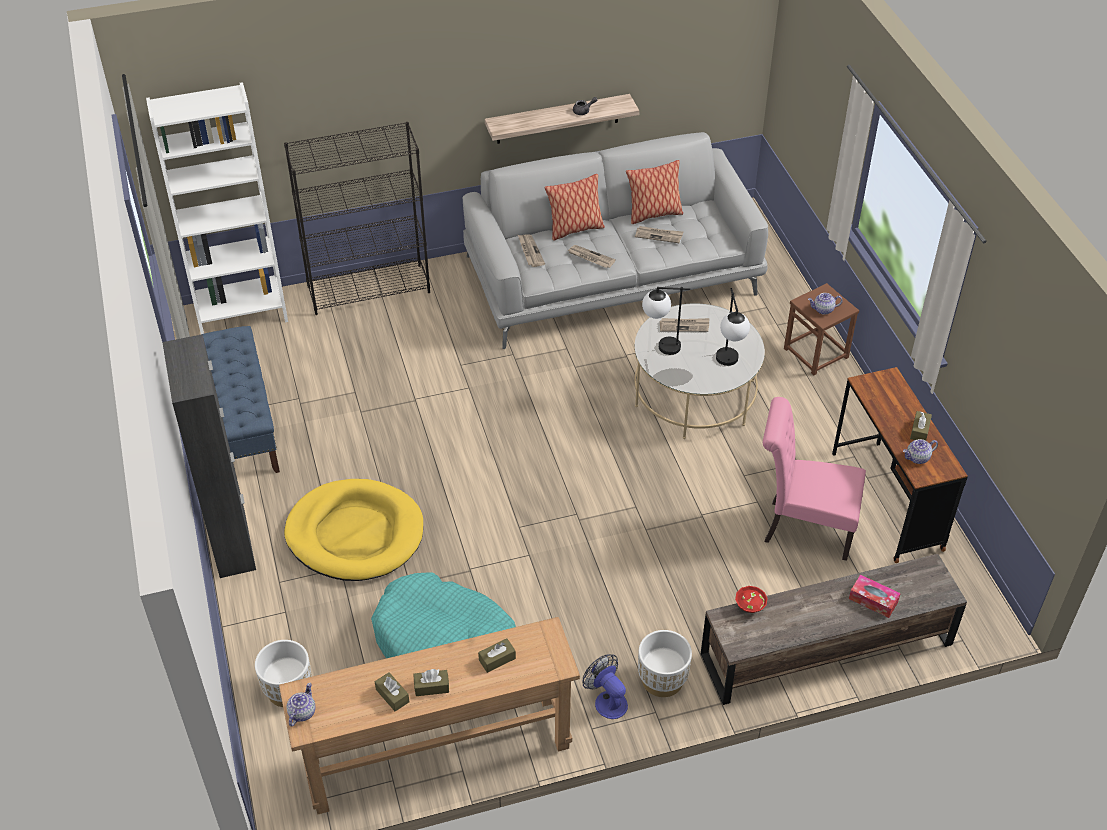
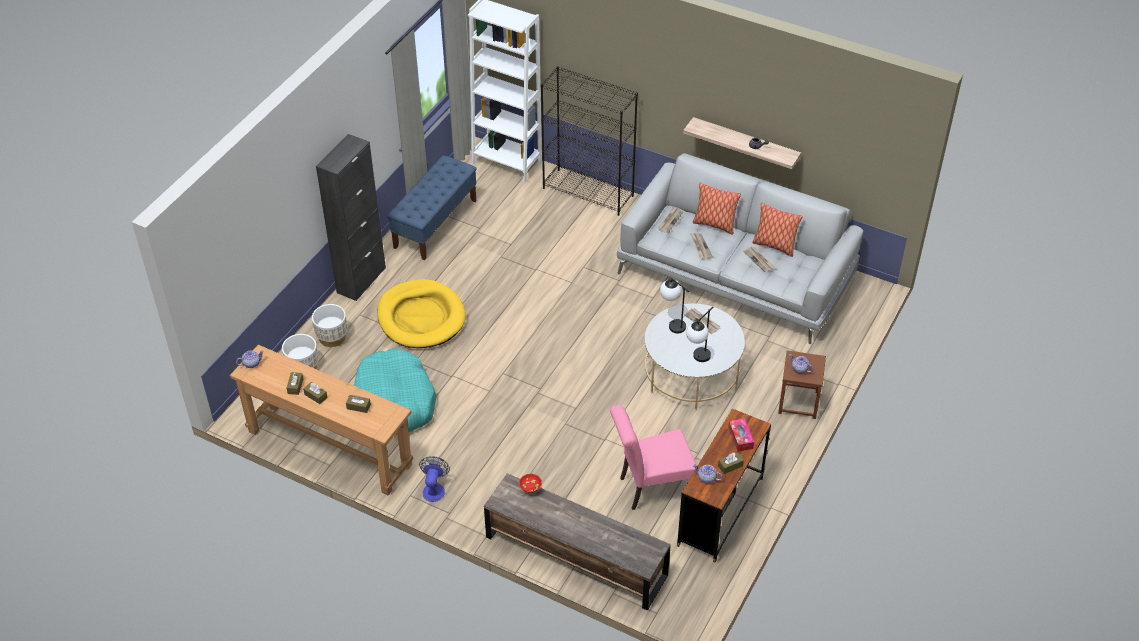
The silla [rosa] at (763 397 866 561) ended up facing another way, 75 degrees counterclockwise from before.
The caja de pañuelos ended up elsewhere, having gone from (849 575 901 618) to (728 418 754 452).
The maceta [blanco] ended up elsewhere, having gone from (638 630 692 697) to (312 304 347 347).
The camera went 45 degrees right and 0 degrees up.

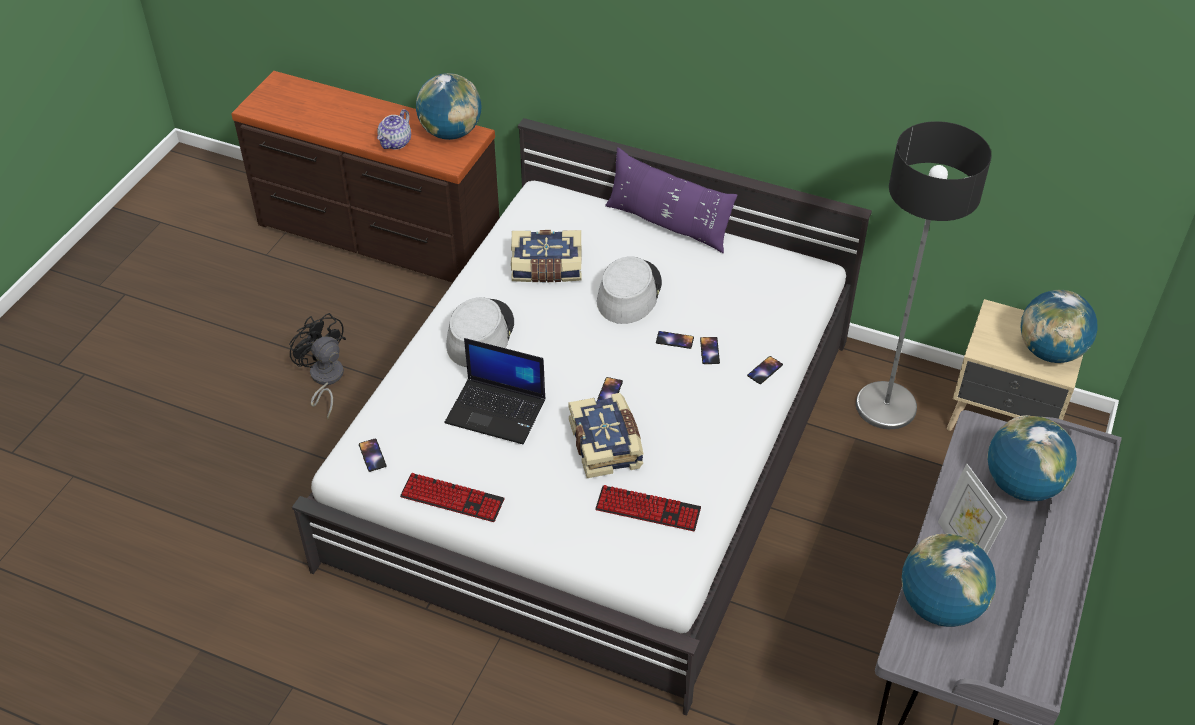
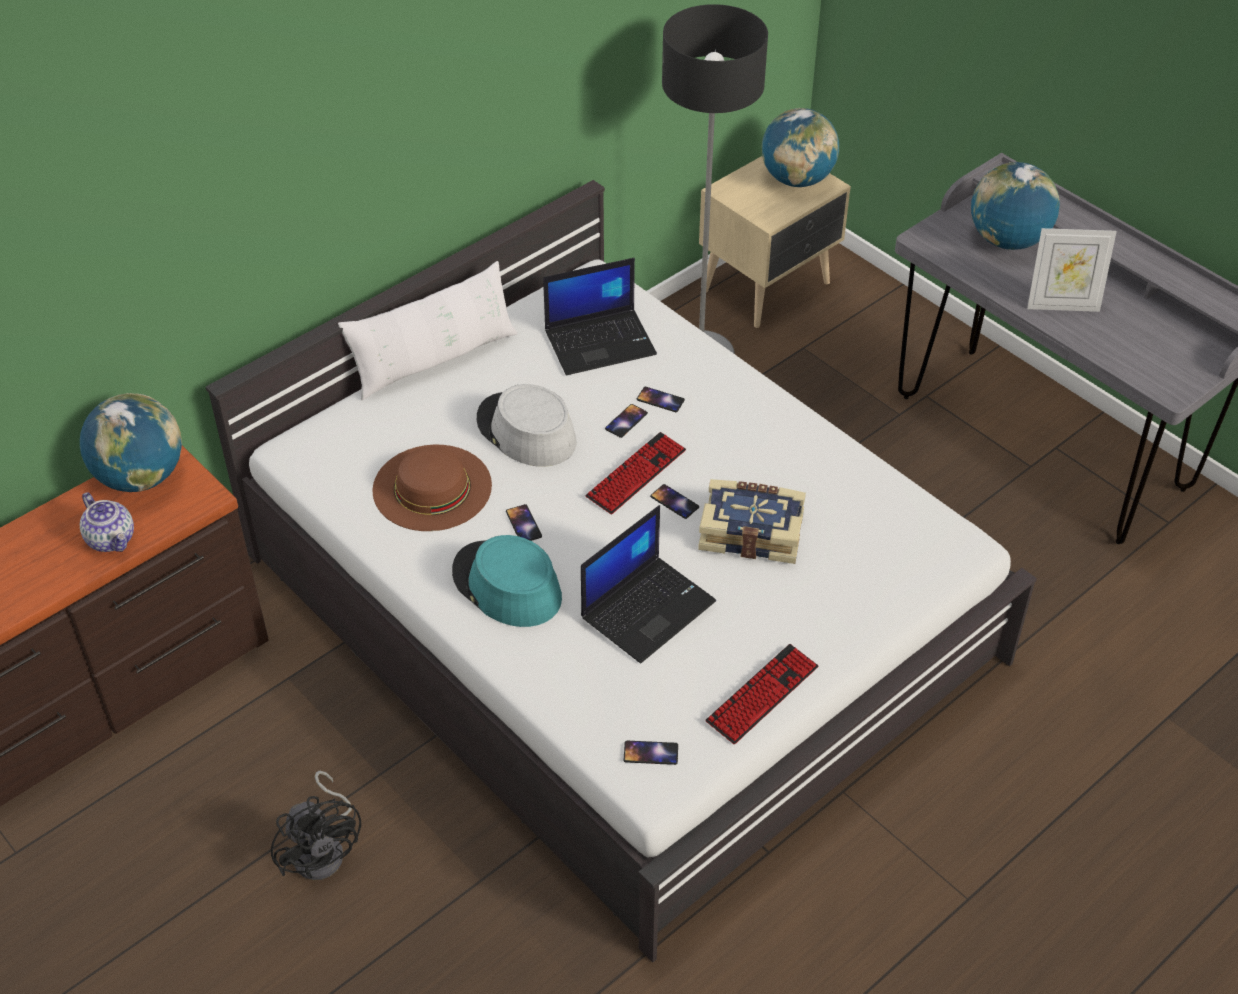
What was the cojín [morado] at (605 147 737 253) turned into the cojín [blanco] at (338 261 518 400).
Where the libro stood at (511 230 582 282), the sombrero [marrón] came to stand at (373 445 492 531).
What was the sombrero [gris] at (446 297 514 367) turned into the sombrero [turquesa] at (452 535 562 627).
The ventilador [negro] at (289 313 346 419) ended up facing another way, 105 degrees counterclockwise from before.
The móvil ended up elsewhere, having gone from (747 356 783 384) to (506 504 542 541).
The teclado ended up elsewhere, having gone from (595 485 701 531) to (586 432 686 514).
The second view lost the globo terráqueo at (901 533 996 627).
The second view gained the portátil at (543 258 657 375).
The camera went 65 degrees left and 0 degrees up.

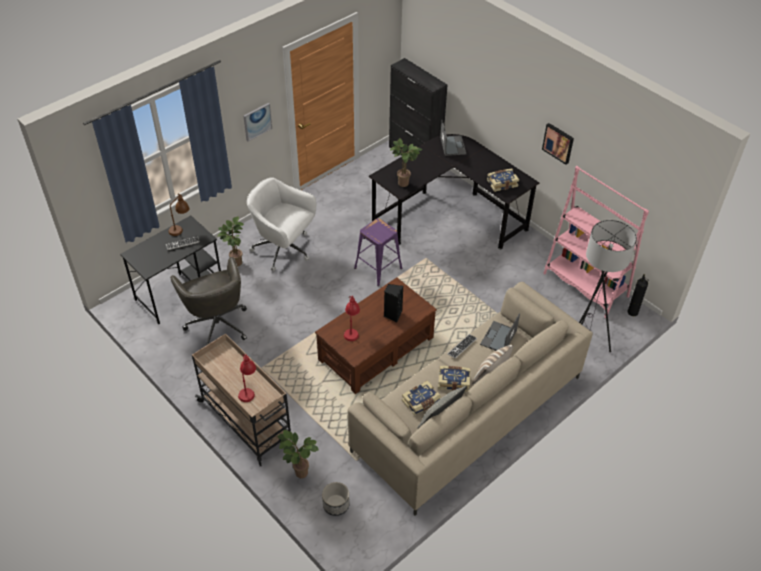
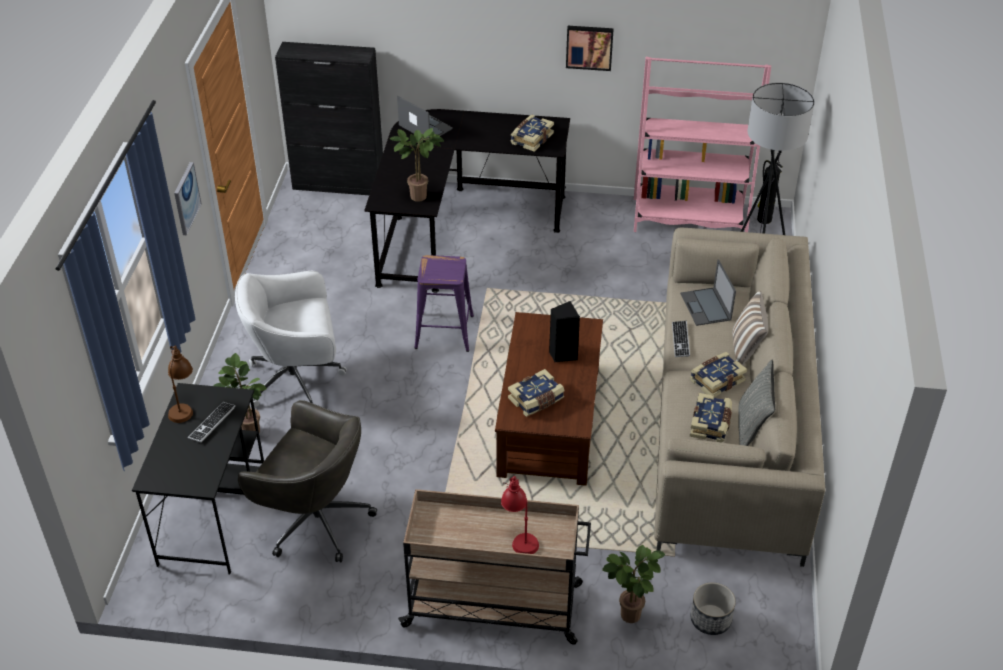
Where the lámpara de mesa [rojo] stood at (344 296 360 341), the libro came to stand at (508 369 565 417).
The camera went 40 degrees left and 5 degrees down.

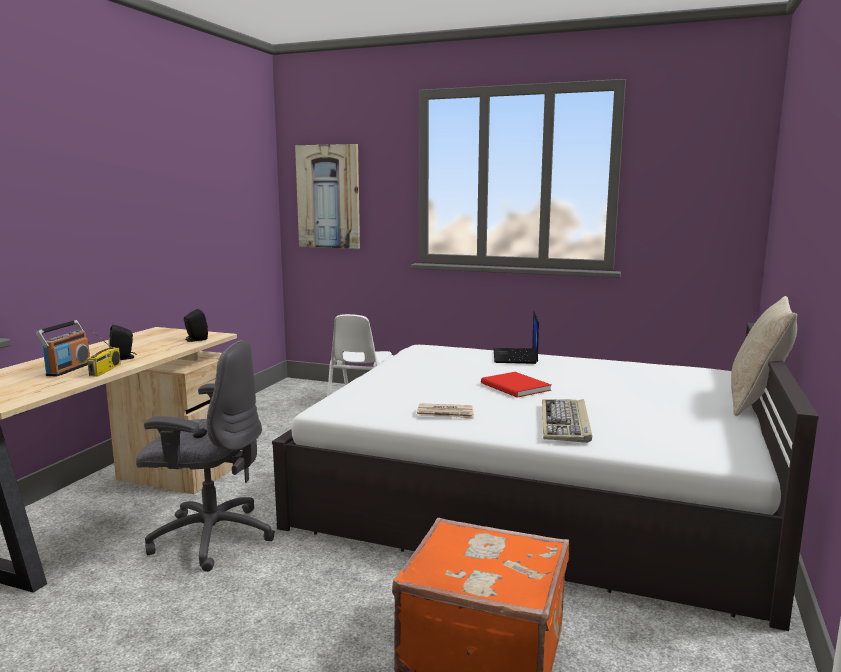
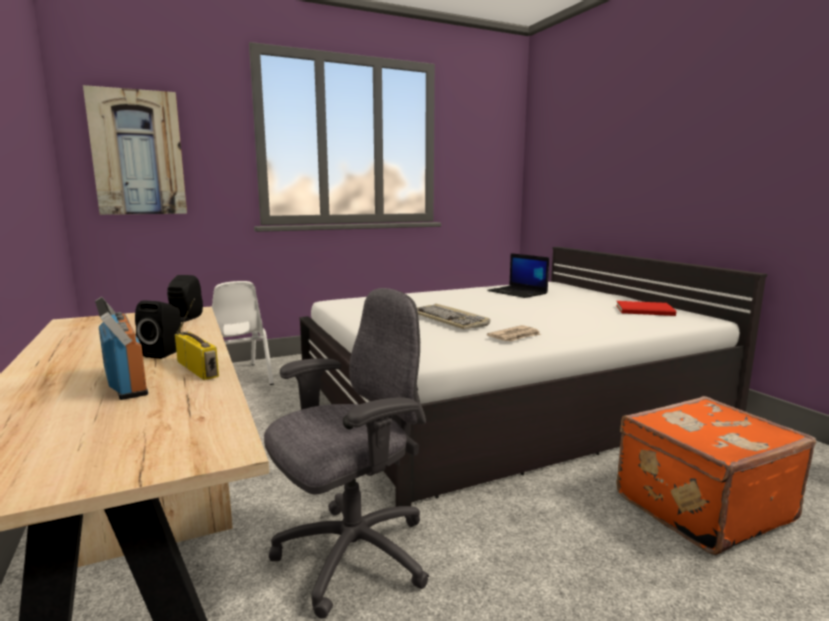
The second view lost the cojín [beis] at (731 296 797 416).
The portátil ended up elsewhere, having gone from (494 311 539 364) to (487 253 549 298).
The libro [rojo] ended up elsewhere, having gone from (481 372 551 398) to (616 301 676 316).
The teclado ended up elsewhere, having gone from (542 399 592 443) to (417 304 490 329).
The camera went 45 degrees left and 0 degrees up.

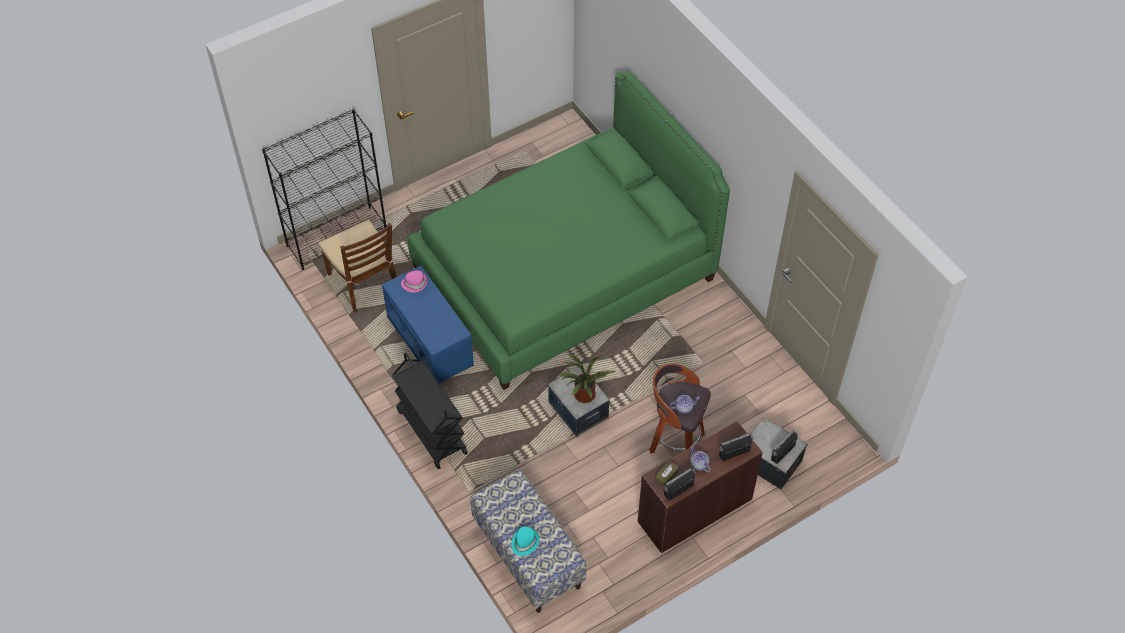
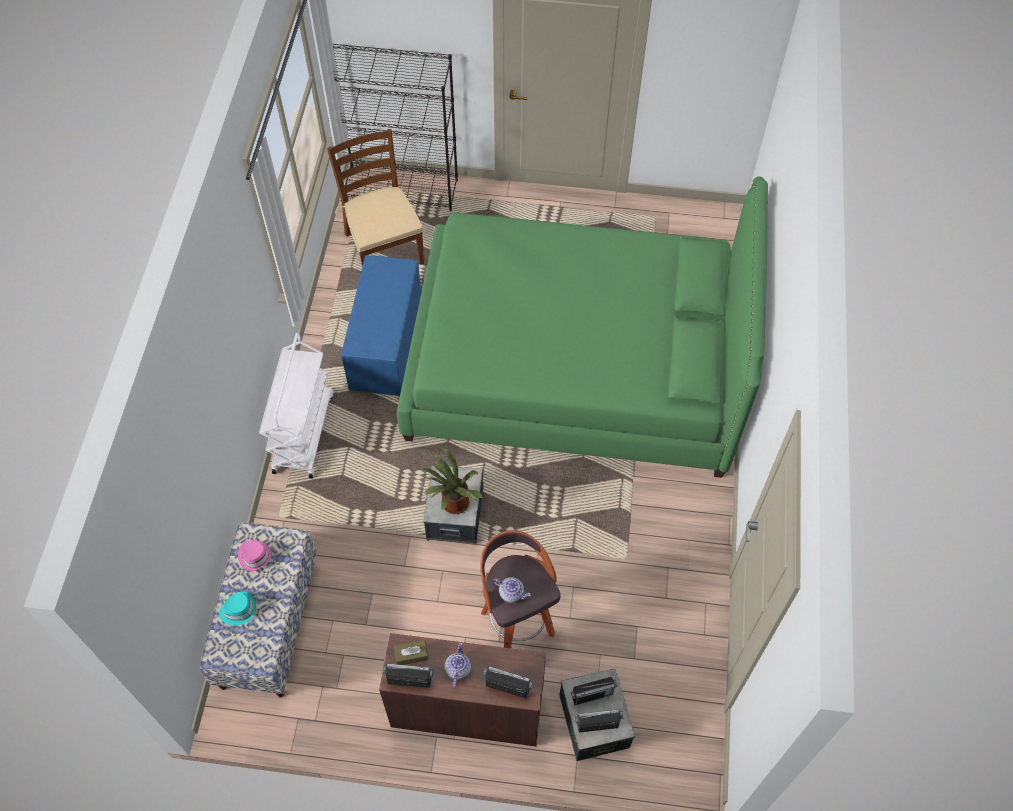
The silla [marrón] at (319 220 399 312) ended up facing another way, 150 degrees clockwise from before.
The sombrero [rosa] ended up elsewhere, having gone from (401 270 428 293) to (238 540 272 571).
What was the carrito [negro] at (392 352 468 469) turned into the carrito [blanco] at (259 333 333 479).
The second view gained the radio at (571 677 618 705).
The camera went 40 degrees right and 5 degrees up.

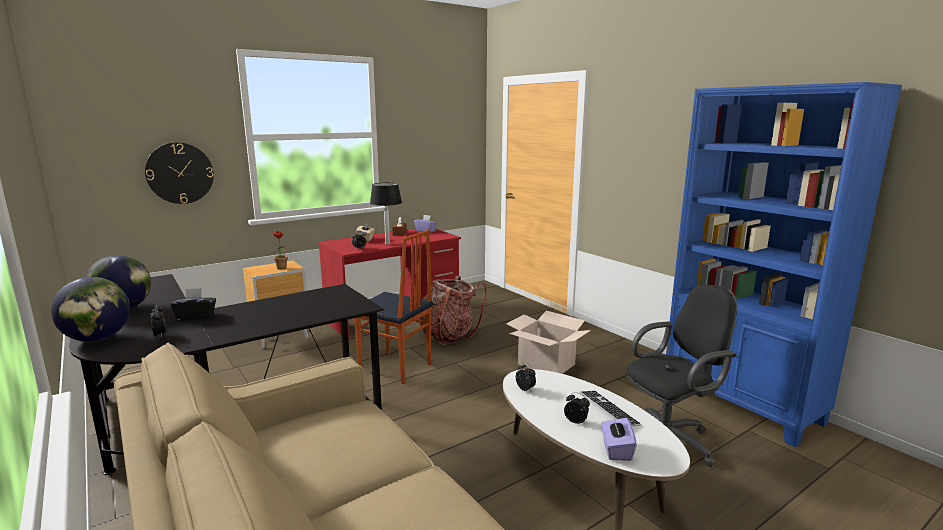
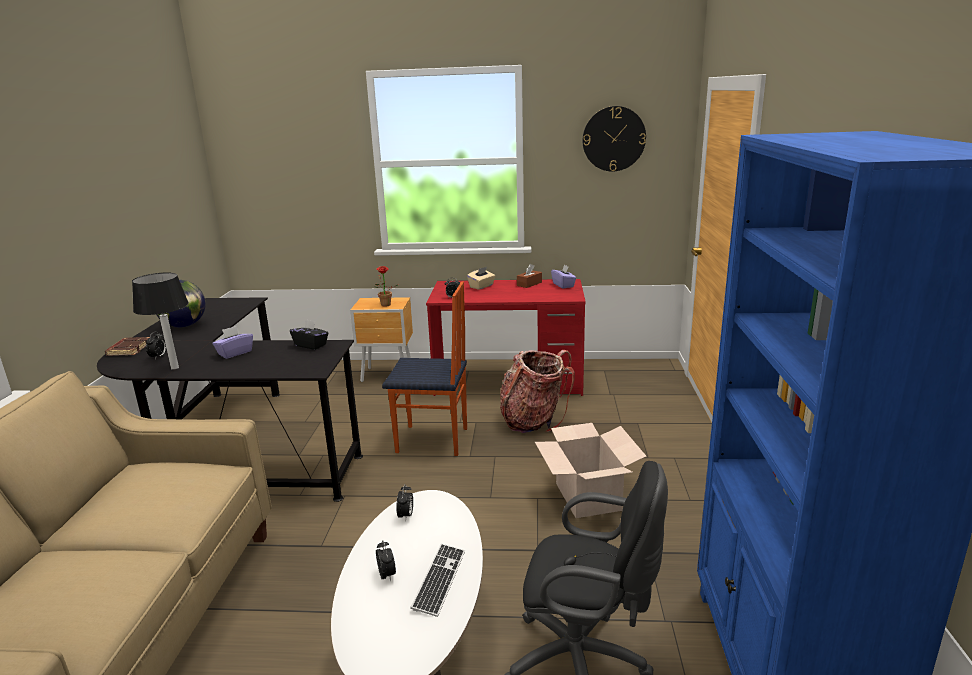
The reloj de pared ended up elsewhere, having gone from (145 142 214 204) to (583 106 646 171).
The lámpara de mesa ended up elsewhere, having gone from (370 183 402 245) to (132 273 189 370).
The silla at (354 230 433 384) ended up facing another way, 60 degrees counterclockwise from before.
Where the globo terráqueo stood at (51 277 130 342), the libro [marrón] came to stand at (105 337 150 356).
The caja de pañuelos [negro] ended up elsewhere, having gone from (170 288 216 320) to (290 319 328 350).
The caja de pañuelos [morado] ended up elsewhere, having gone from (601 414 637 461) to (213 326 253 359).
The camera went 40 degrees right and 5 degrees up.

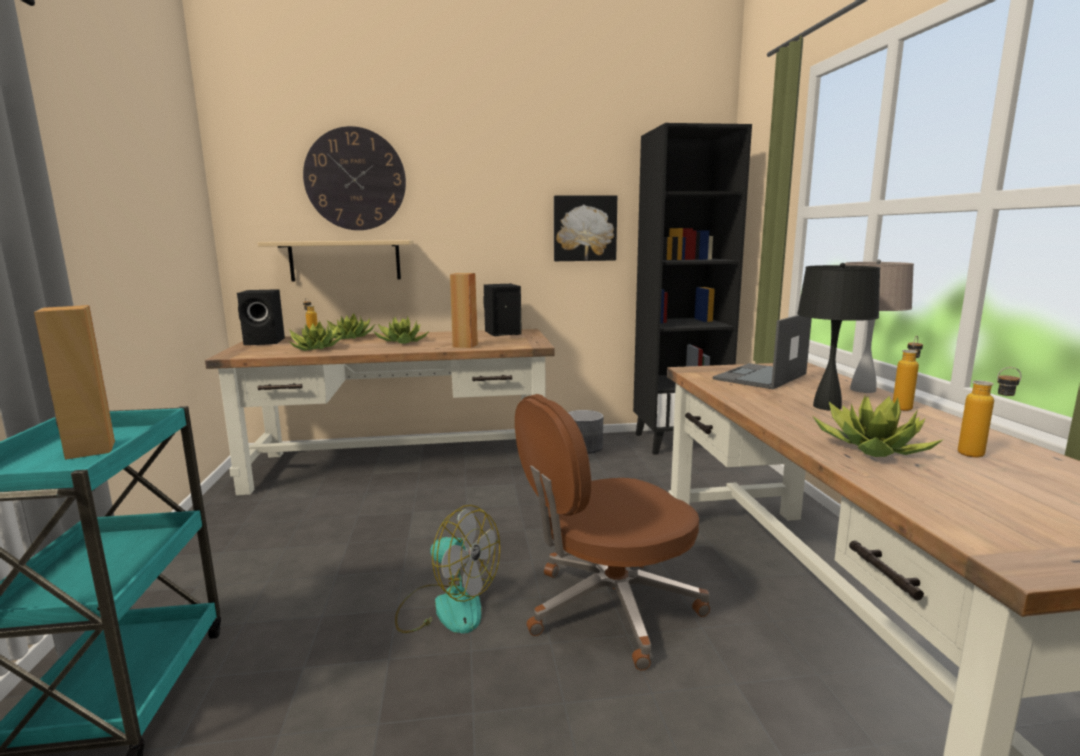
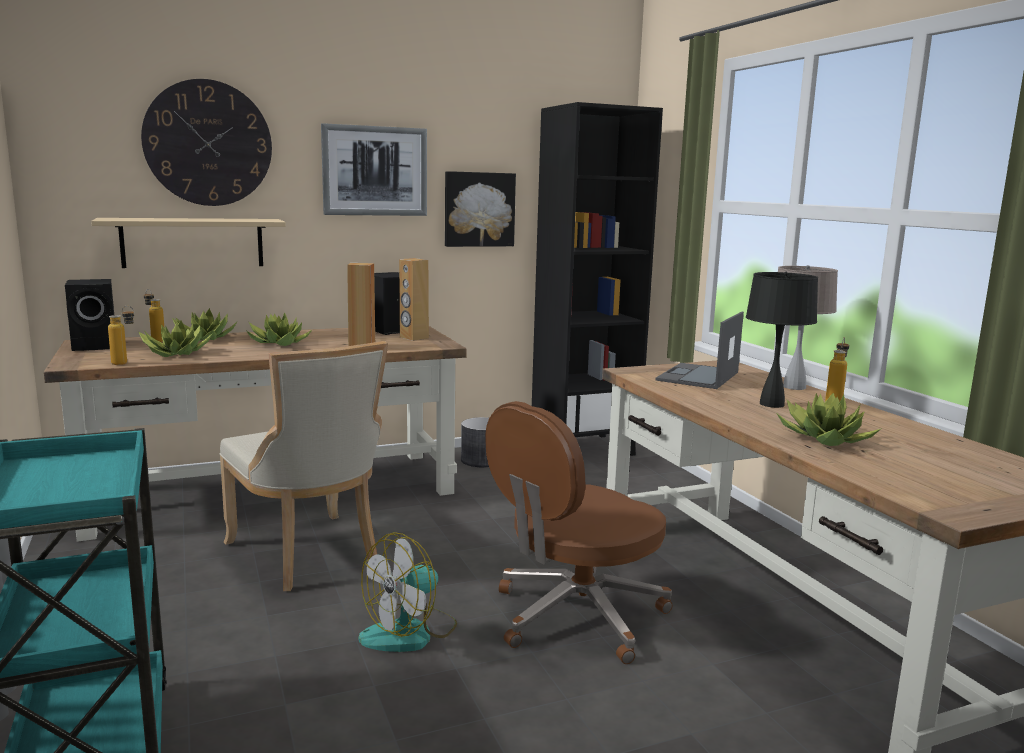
The altavoz [marrón] ended up elsewhere, having gone from (34 305 115 460) to (399 258 429 341).
The botella ended up elsewhere, having gone from (958 367 1021 458) to (108 306 134 365).
The ventilador at (395 505 500 634) ended up facing another way, 120 degrees clockwise from before.
The second view gained the cuadro at (321 123 427 216).
The second view gained the silla [beis] at (220 341 388 591).
The camera went 15 degrees left and 0 degrees up.

